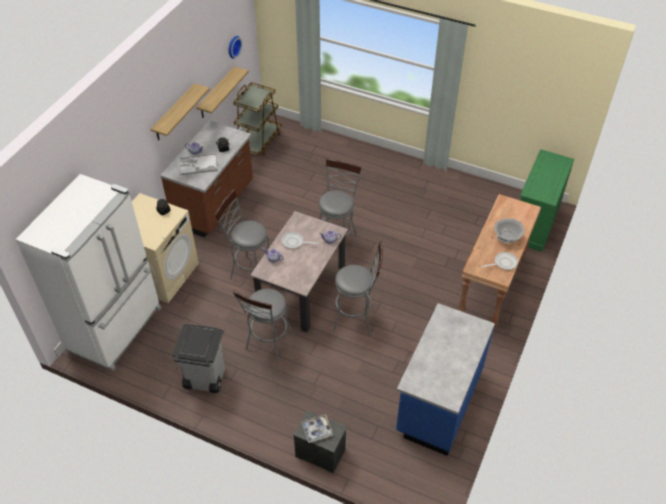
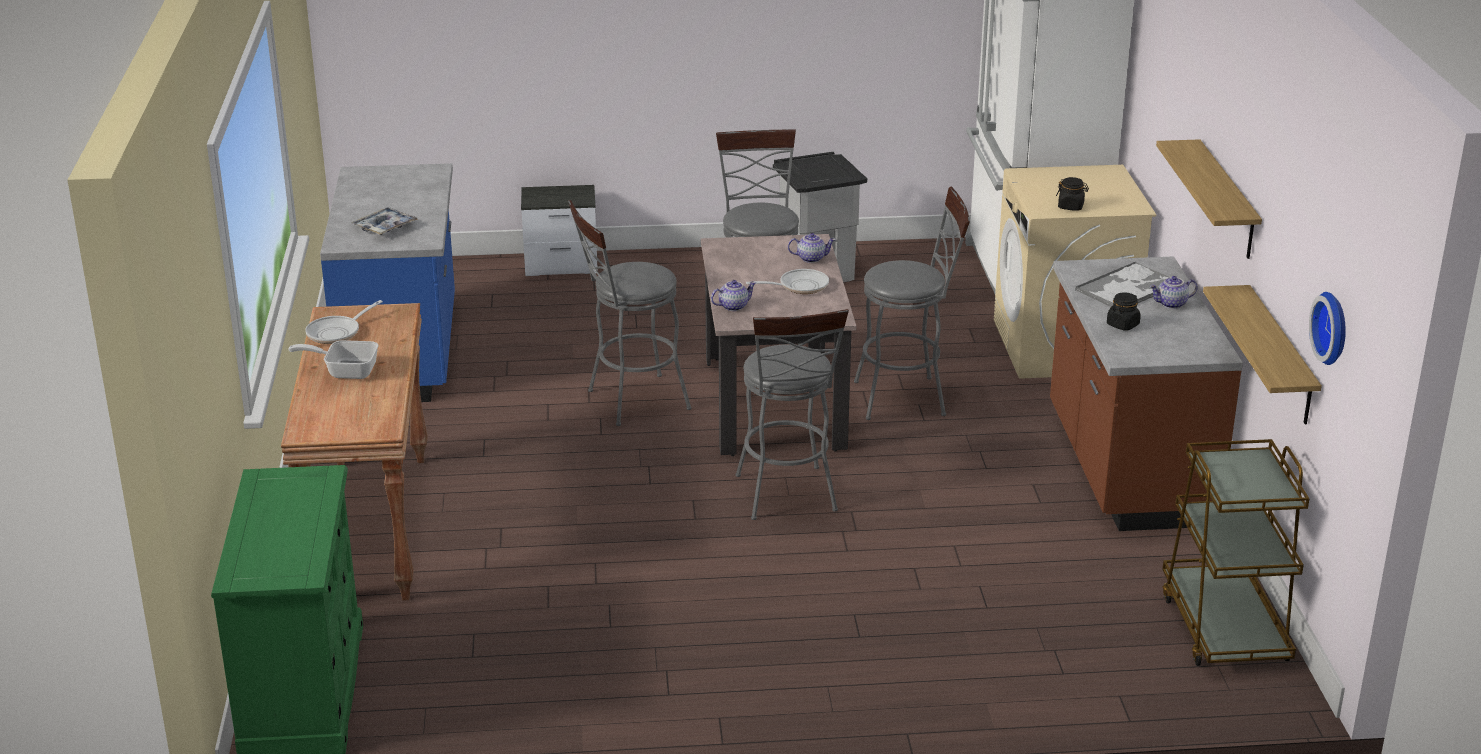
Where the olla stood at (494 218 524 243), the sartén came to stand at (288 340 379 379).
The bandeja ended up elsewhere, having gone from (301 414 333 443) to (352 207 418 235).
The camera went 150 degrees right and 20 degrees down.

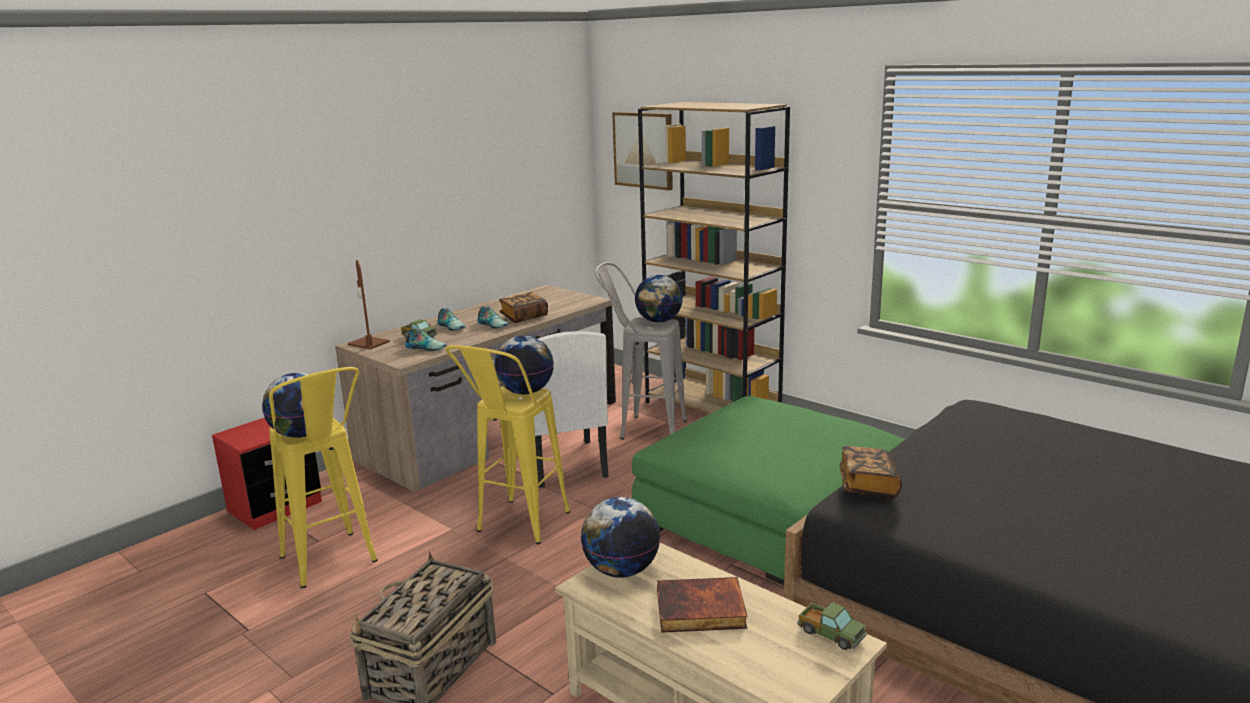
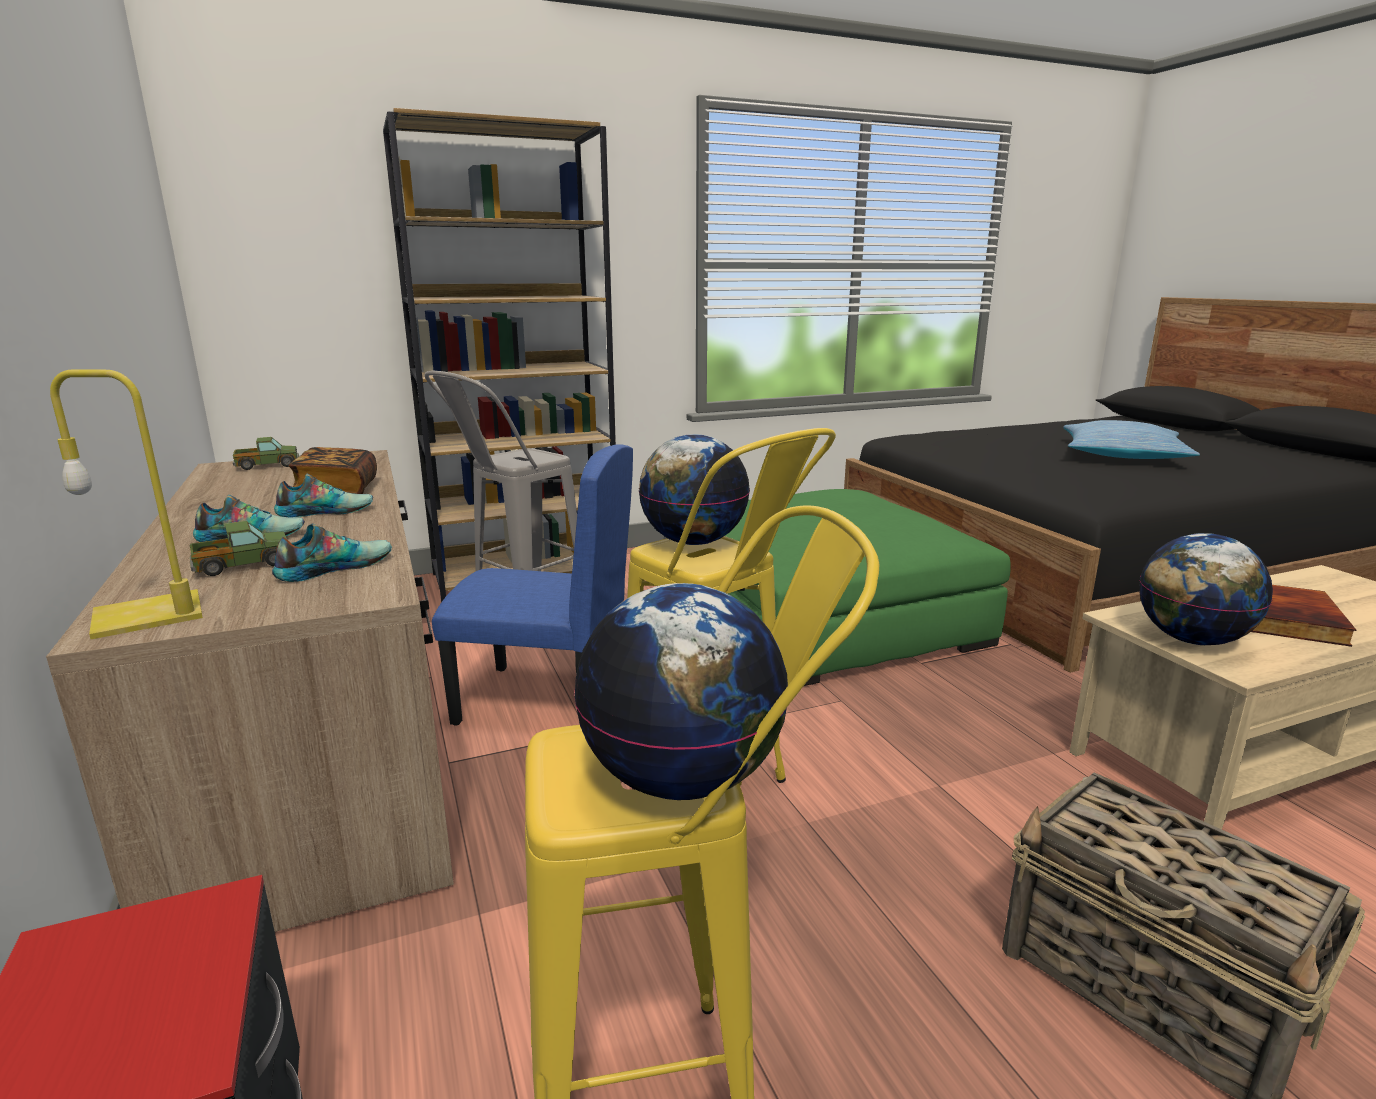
The second view lost the cuadro at (612 112 673 190).
What was the lámpara de mesa [marrón] at (348 260 390 349) turned into the lámpara de mesa [amarillo] at (50 370 203 639).
The second view lost the globo terráqueo at (635 275 683 323).
What was the silla [blanco] at (518 331 609 488) turned into the silla [azul] at (432 444 633 726).
The second view lost the libro at (839 446 902 498).
The camión de juguete ended up elsewhere, having gone from (797 602 866 650) to (233 437 299 470).
The second view gained the cojín at (1063 420 1200 459).
The camera went 65 degrees left and 0 degrees up.

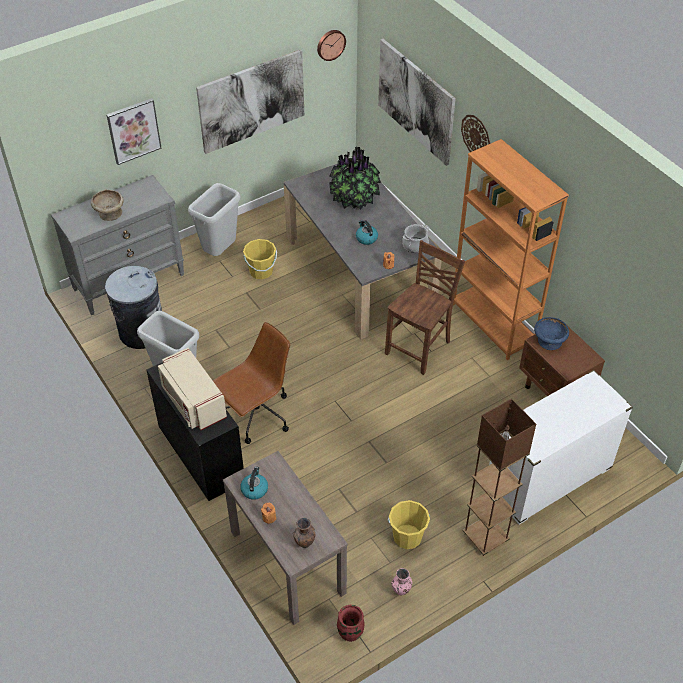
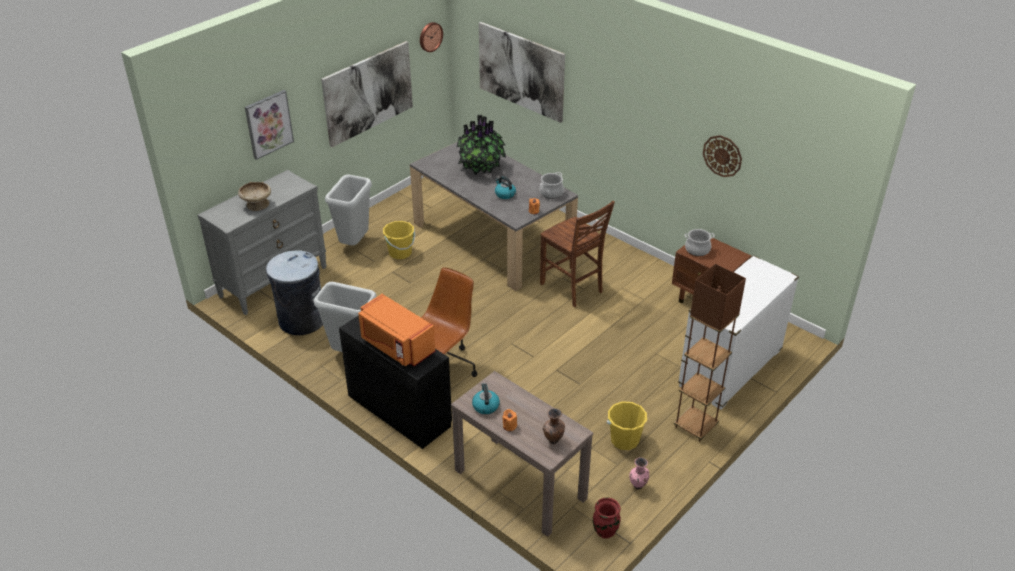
The reloj de pared ended up elsewhere, having gone from (461 115 490 152) to (703 135 742 177).
The second view lost the estantería [naranja] at (453 139 569 360).
The silla [marrón] at (385 240 465 375) ended up facing another way, 120 degrees clockwise from before.
Where the cuenco [azul] stood at (534 317 569 350), the olla came to stand at (685 229 715 256).
What was the microondas [beis] at (158 348 227 430) turned into the microondas [naranja] at (358 294 435 366).
The camera went 15 degrees left and 10 degrees down.

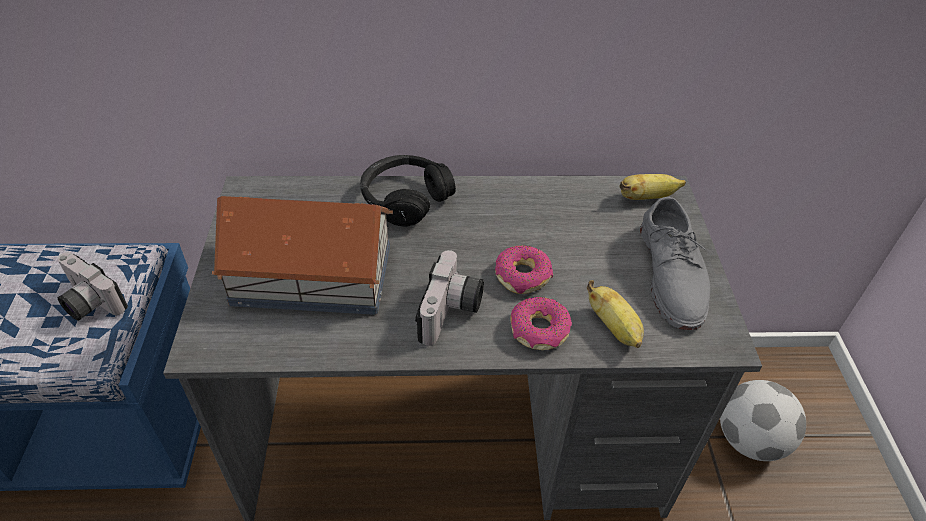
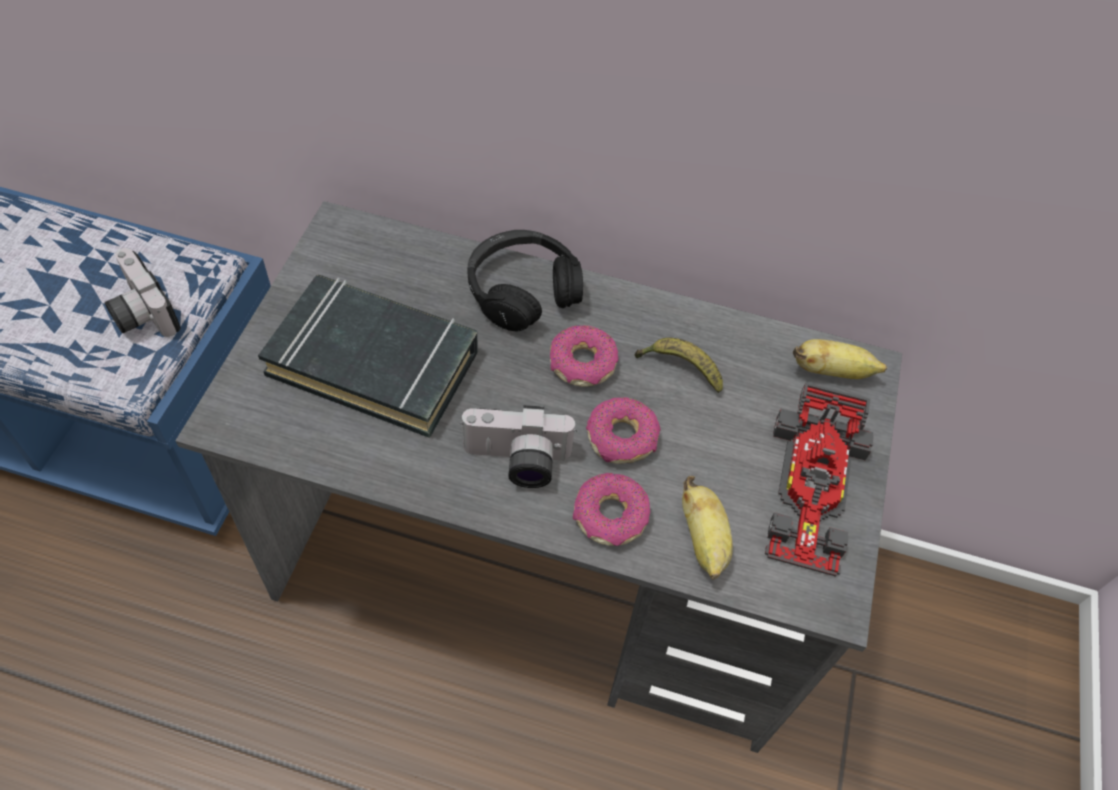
Where the casita stood at (212 196 393 315), the libro [negro] came to stand at (258 275 478 438).
Where the zapato [gris] stood at (640 197 710 330), the coche de juguete came to stand at (765 382 874 577).
The cámara at (415 250 484 346) ended up facing another way, 60 degrees clockwise from before.
The second view lost the balón de fútbol at (720 380 806 461).
The second view gained the rosquilla at (550 325 618 386).
The second view gained the plátano at (634 338 723 393).
The camera went 15 degrees right and 10 degrees up.

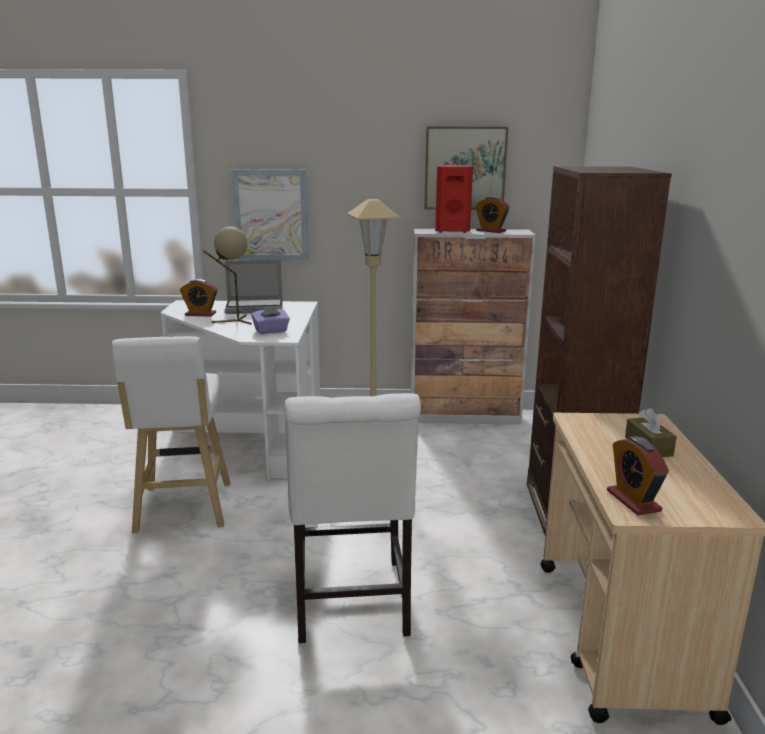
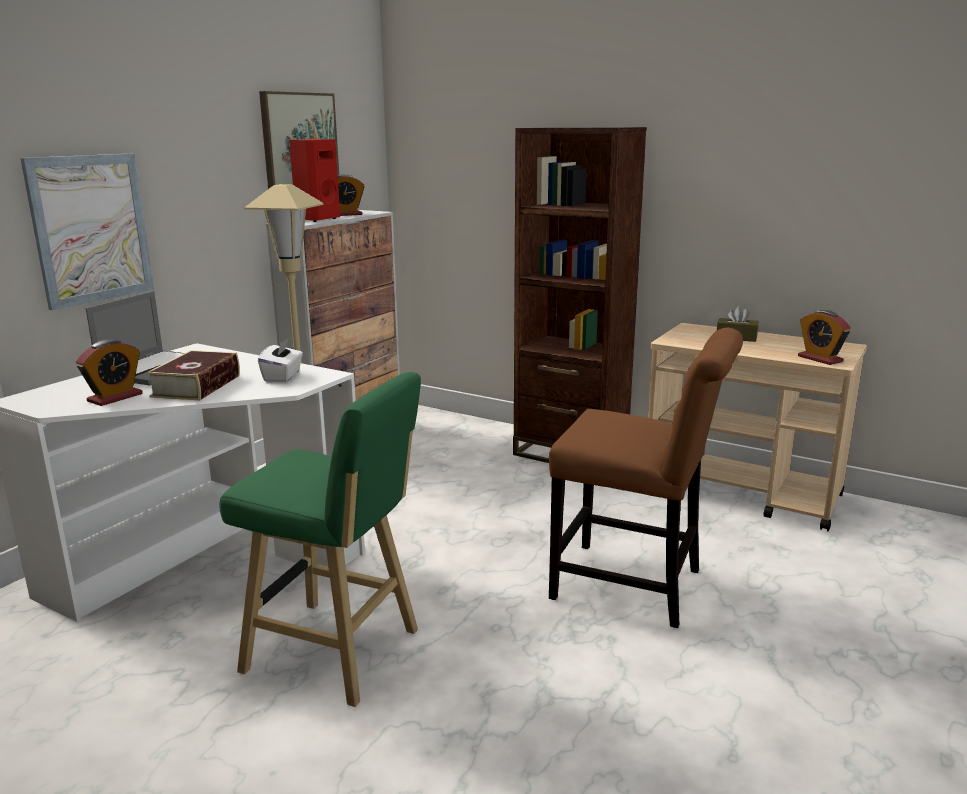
Where the lámpara de mesa [beis] stood at (203 227 252 325), the libro came to stand at (146 350 240 401).
What was the caja de pañuelos [morado] at (251 306 290 334) turned into the caja de pañuelos [blanco] at (258 338 303 382).
What was the taburete [blanco] at (112 336 230 533) turned into the taburete [verde] at (219 372 421 707).
What was the silla [blanco] at (284 393 421 643) turned into the silla [marrón] at (549 327 743 628).
The despertador at (607 436 669 515) ended up facing another way, 45 degrees clockwise from before.
The camera went 60 degrees left and 0 degrees up.

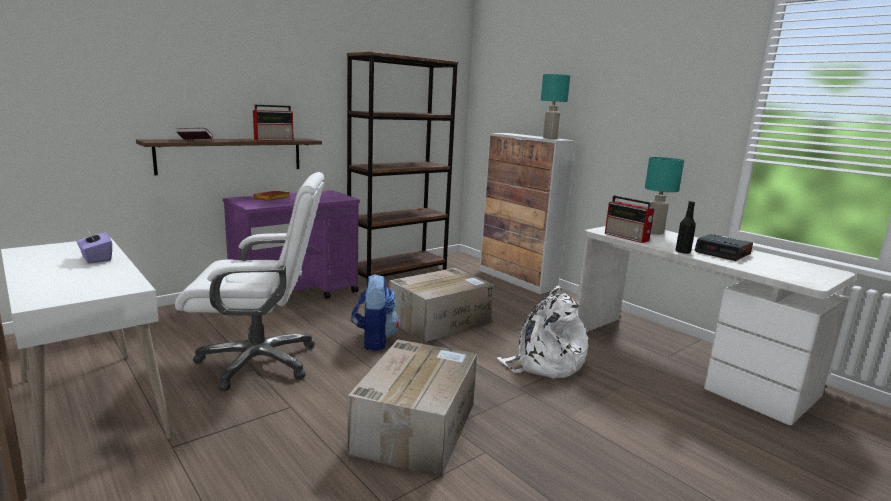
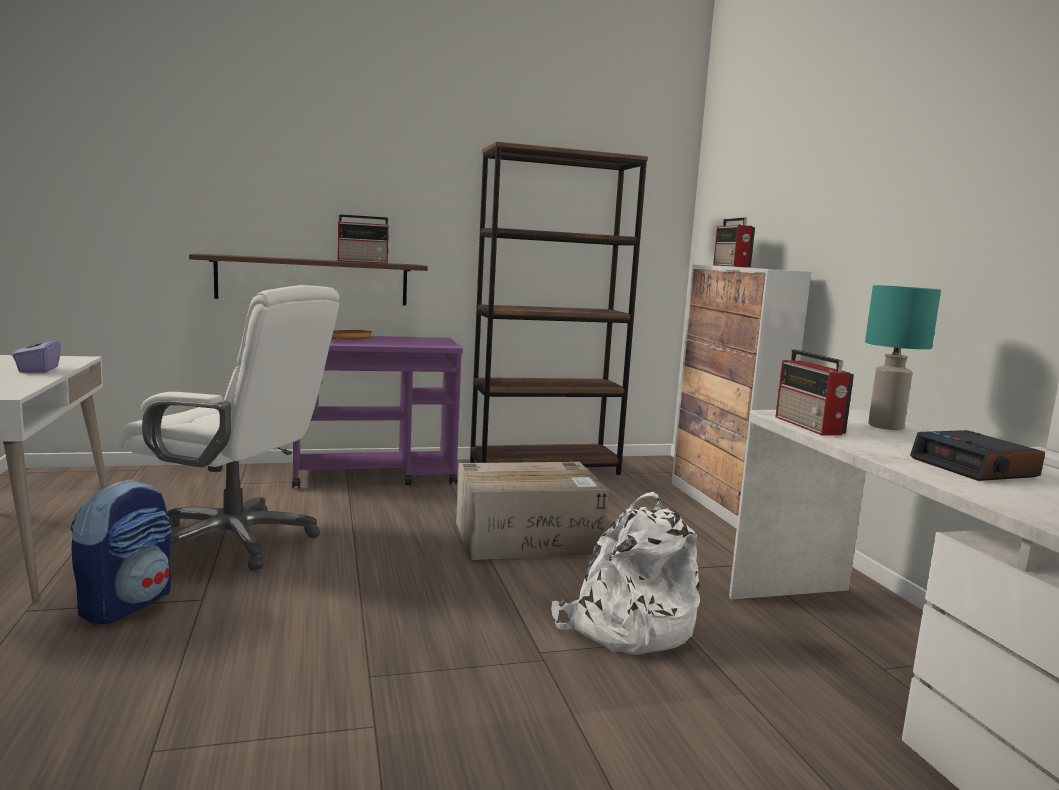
The second view lost the lámpara de mesa [turquesa] at (541 74 570 139).
The second view lost the libro at (177 128 213 140).
The second view lost the botella [negro] at (676 201 696 254).
The mochila ended up elsewhere, having gone from (351 274 399 351) to (70 479 172 625).
The second view lost the caja de cartón at (348 340 477 478).
The second view gained the radio at (713 218 755 267).
The camera went 25 degrees right and 5 degrees down.

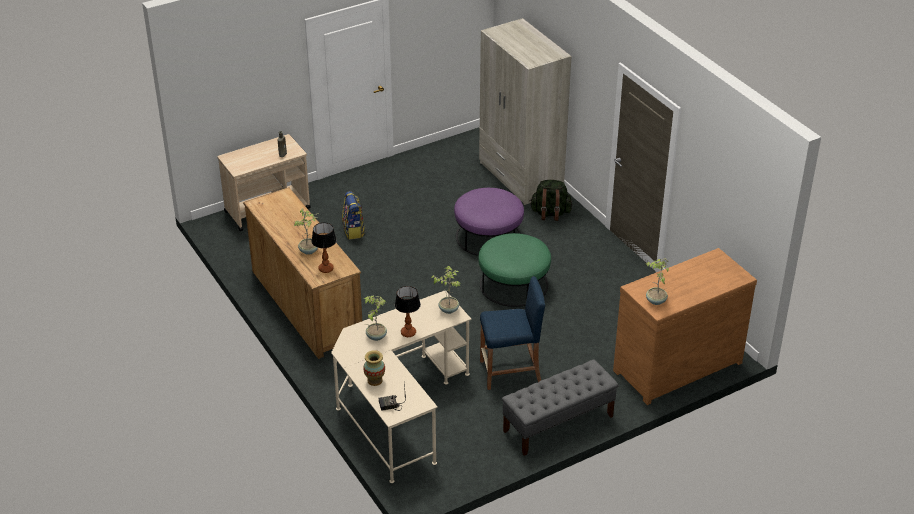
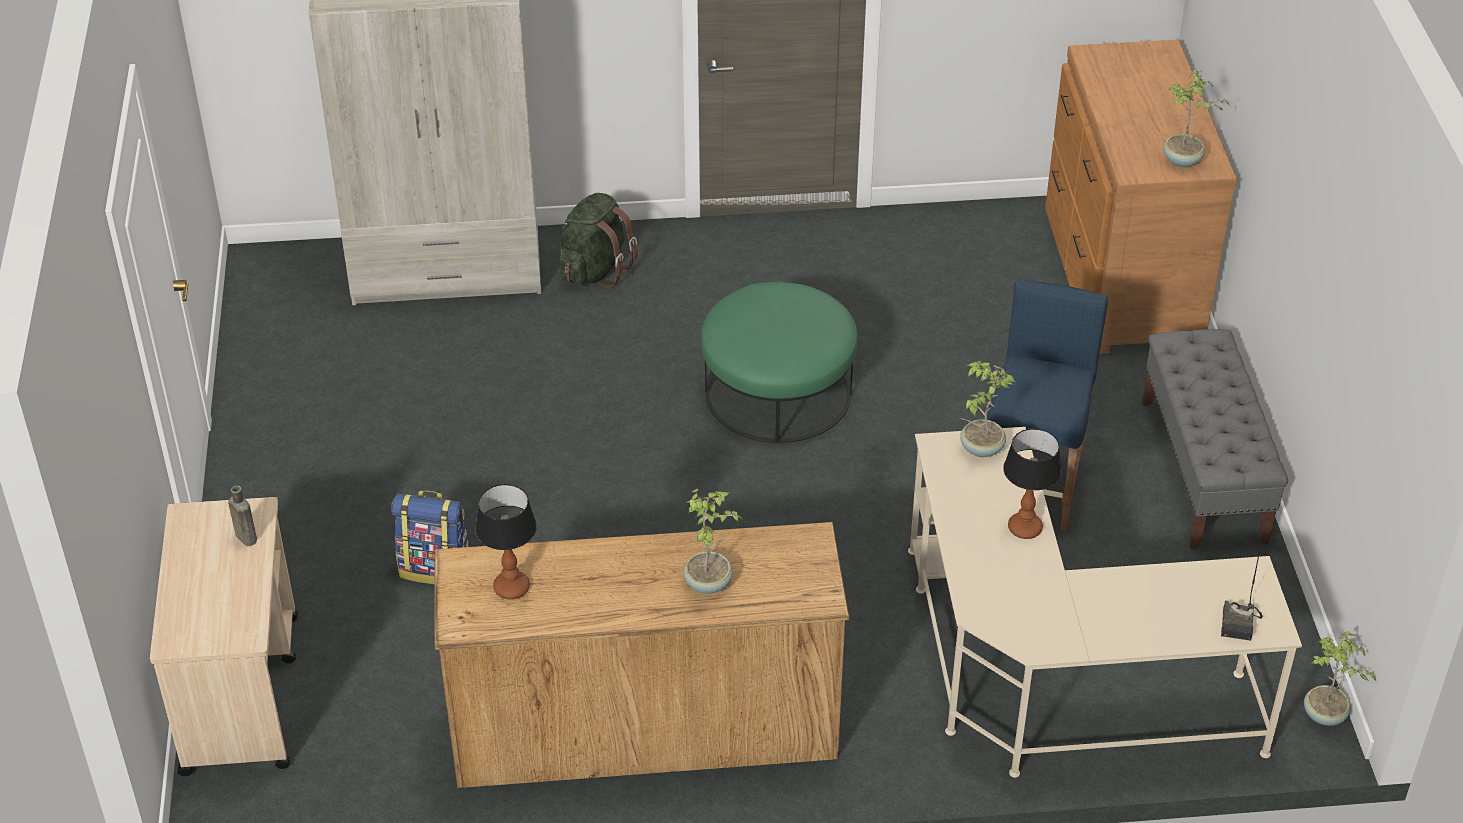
The second view lost the puf [morado] at (454 188 524 256).
The lámpara de mesa ended up elsewhere, having gone from (312 223 337 273) to (475 484 537 600).
The planta en maceta ended up elsewhere, having gone from (364 296 387 341) to (1304 631 1376 726).
The second view lost the florero at (363 350 385 386).
The camera went 65 degrees left and 5 degrees up.

